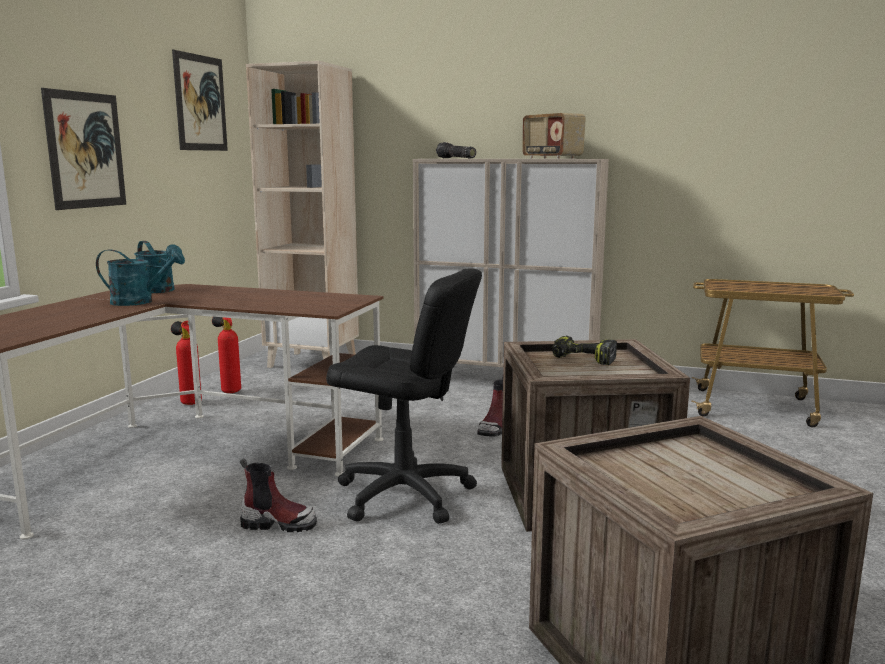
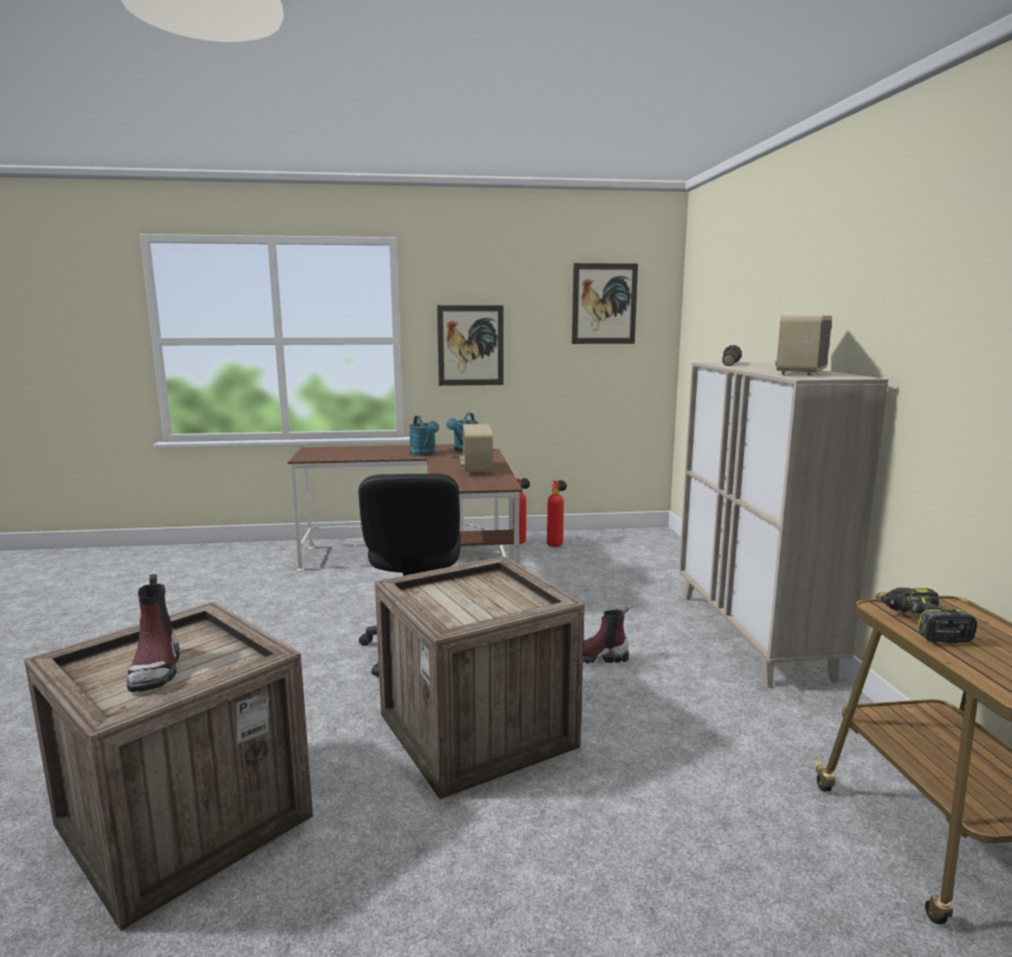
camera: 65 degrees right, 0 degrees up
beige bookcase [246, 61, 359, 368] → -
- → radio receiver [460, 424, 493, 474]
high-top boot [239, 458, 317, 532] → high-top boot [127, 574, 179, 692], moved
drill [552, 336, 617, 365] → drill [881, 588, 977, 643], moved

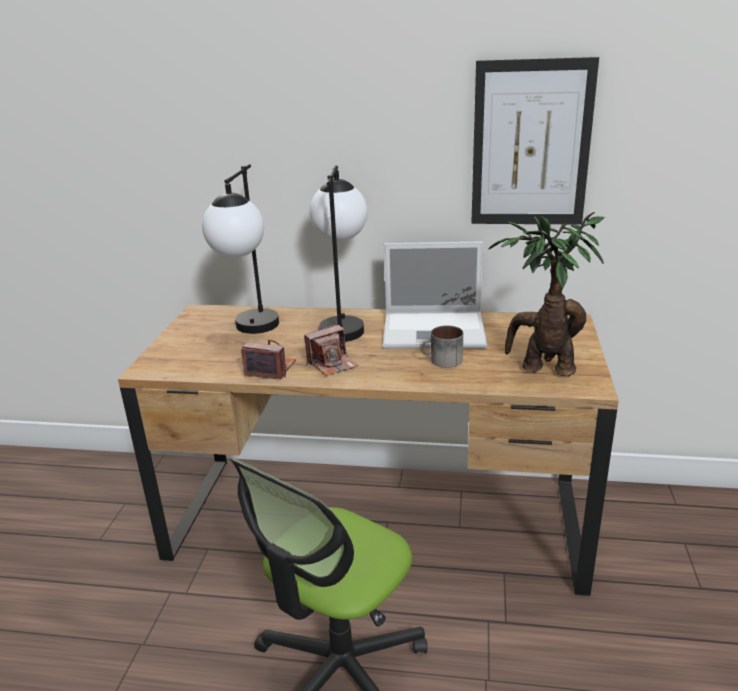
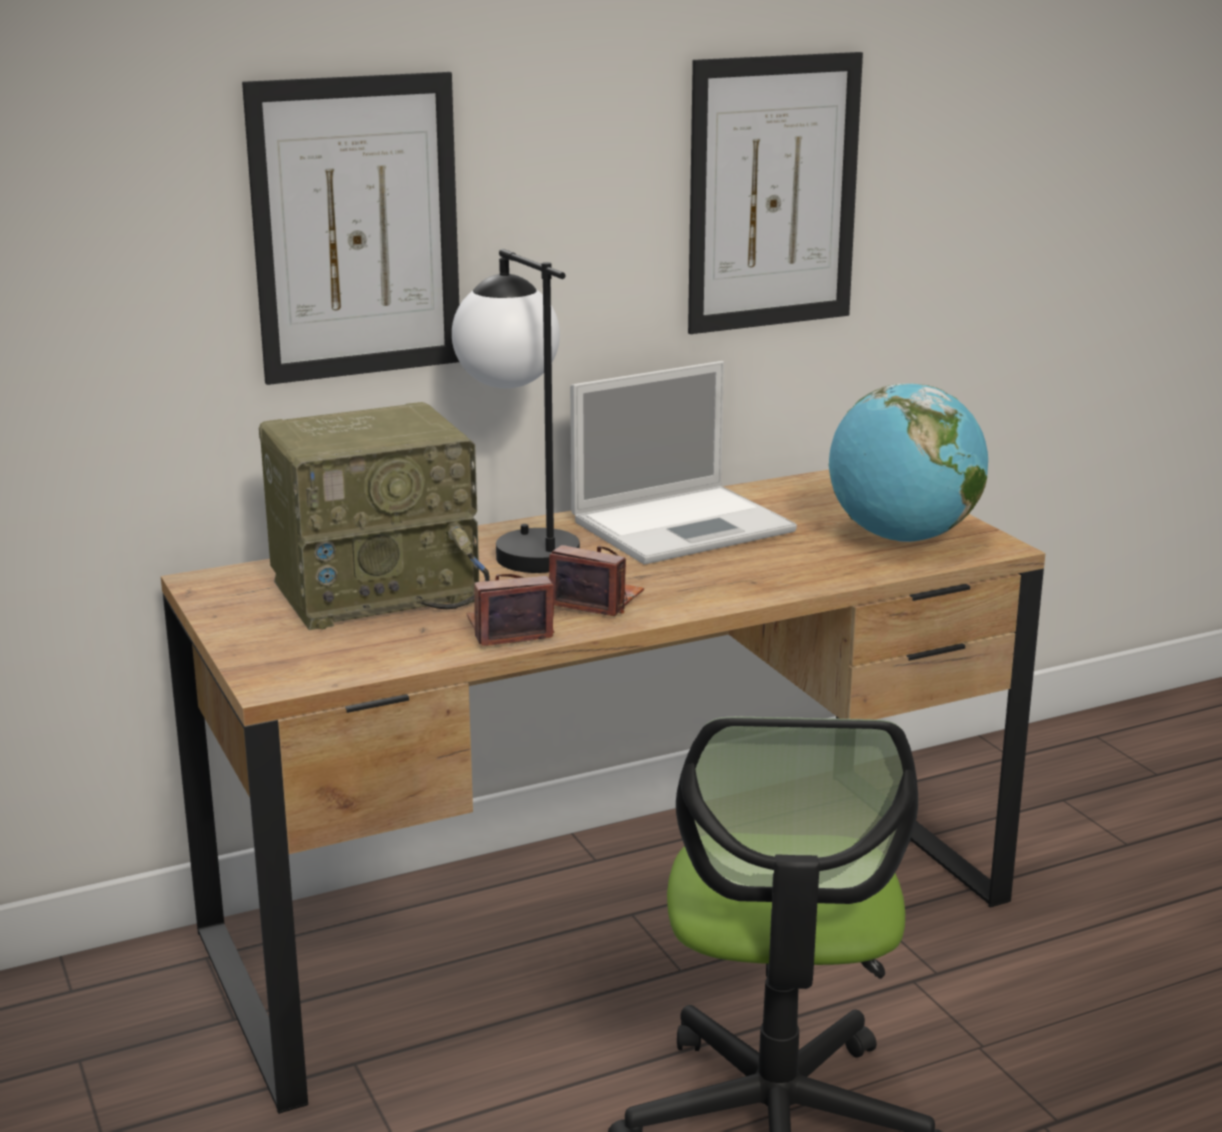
camera: 35 degrees left, 5 degrees down
mug [421, 326, 463, 368] → -
- → wall art [242, 72, 459, 385]
tabletop lamp [202, 164, 279, 334] → radio receiver [259, 402, 490, 630]
houseplant [489, 212, 605, 376] → desk globe [829, 383, 988, 542]
photo camera [304, 324, 358, 376] → photo camera [549, 545, 644, 616], 90 degrees counterclockwise

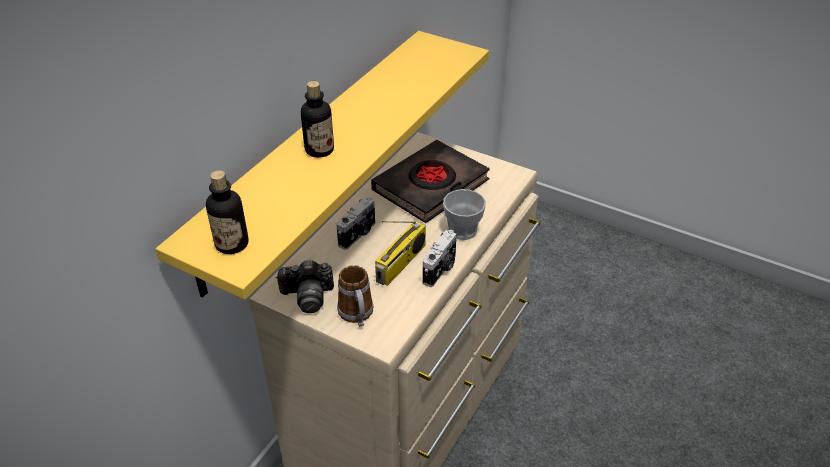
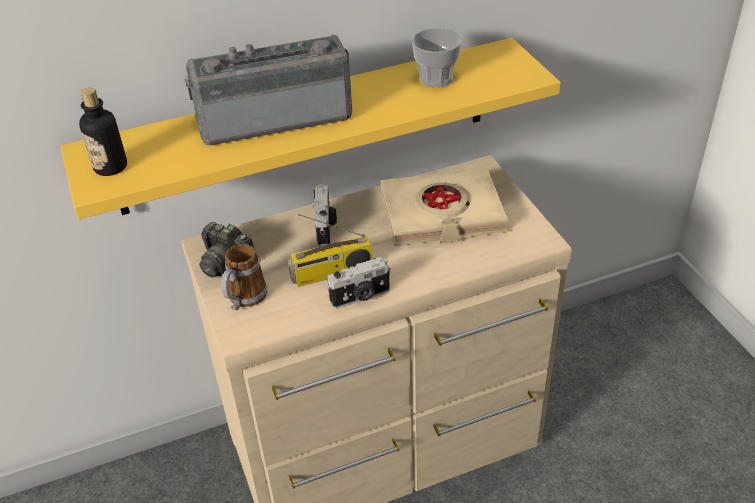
camera: 40 degrees right, 0 degrees up
small cup [443, 189, 486, 240] → small cup [412, 28, 462, 88], moved
beverage bottle [301, 81, 334, 158] → radio receiver [185, 34, 352, 145]
black book [371, 140, 490, 223] → beige book [381, 168, 508, 246]
photo camera [336, 197, 375, 250] → photo camera [312, 184, 337, 247], 75 degrees counterclockwise

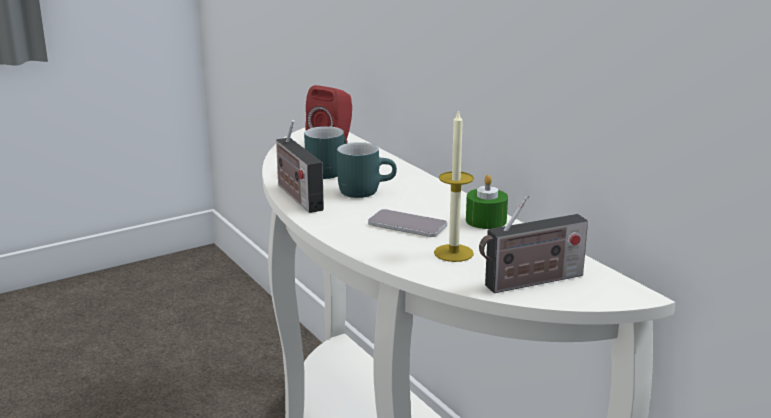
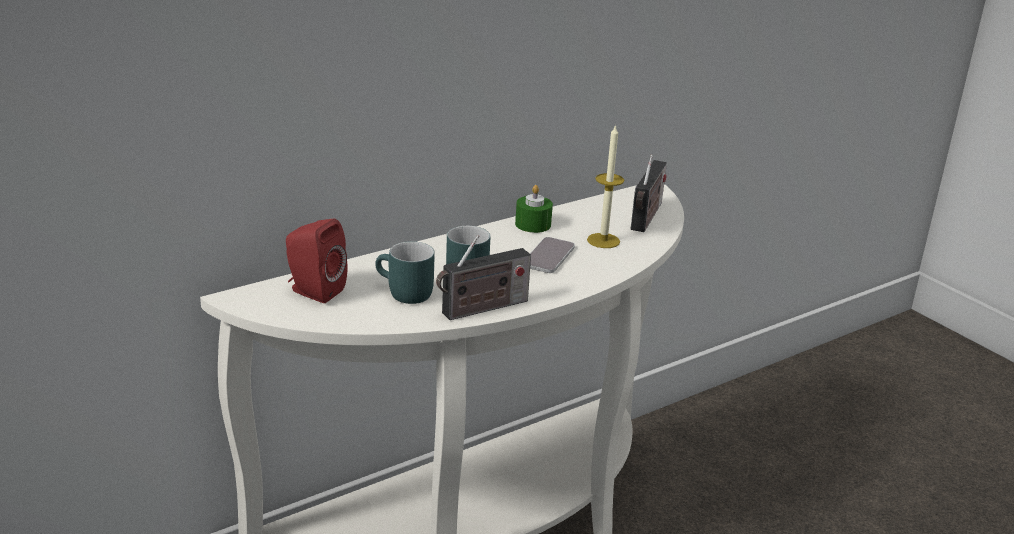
camera: 95 degrees left, 5 degrees up
radio receiver [479, 195, 588, 293] → radio receiver [631, 155, 667, 232], 45 degrees clockwise

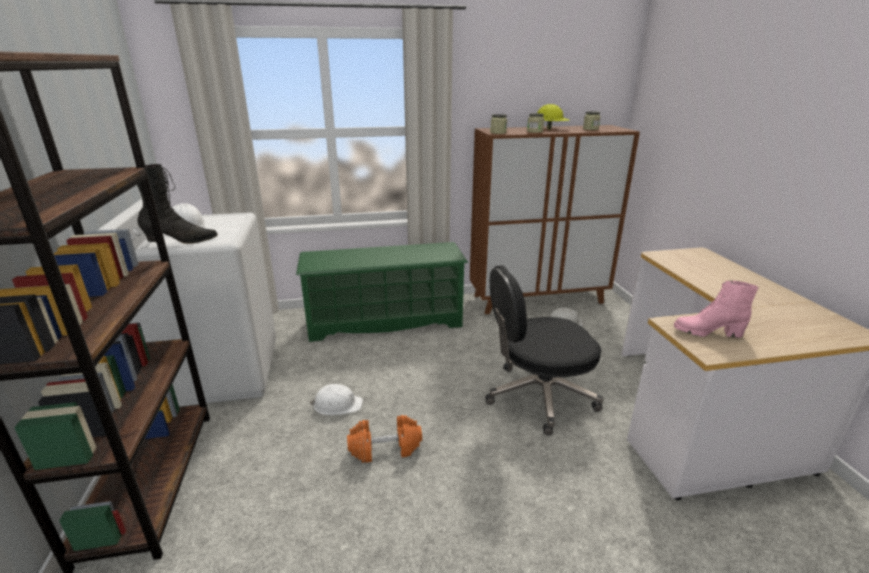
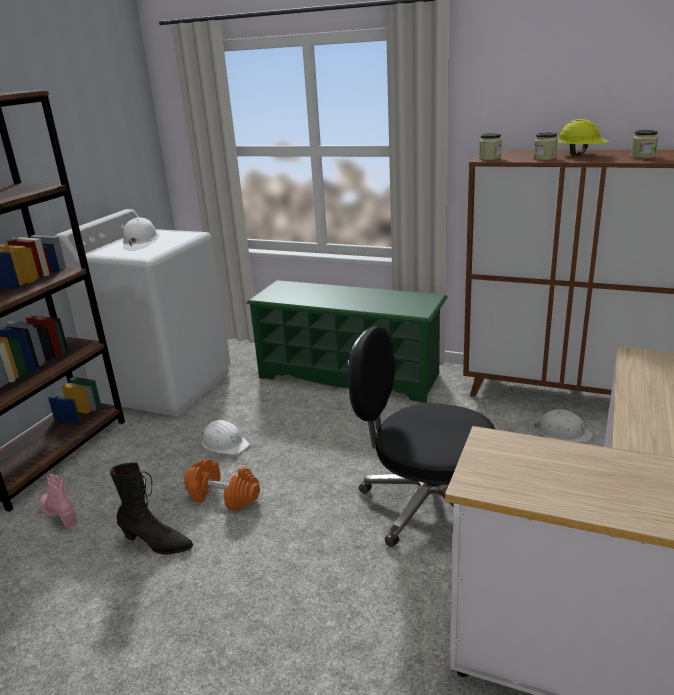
camera: 35 degrees right, 0 degrees up
black high-top boot [137, 164, 218, 244] → black high-top boot [110, 462, 193, 555], moved
pink high-top boot [674, 281, 759, 338] → pink high-top boot [40, 474, 77, 528], moved

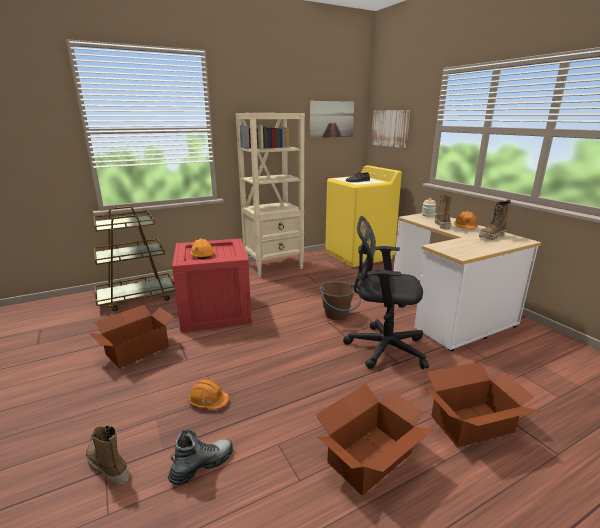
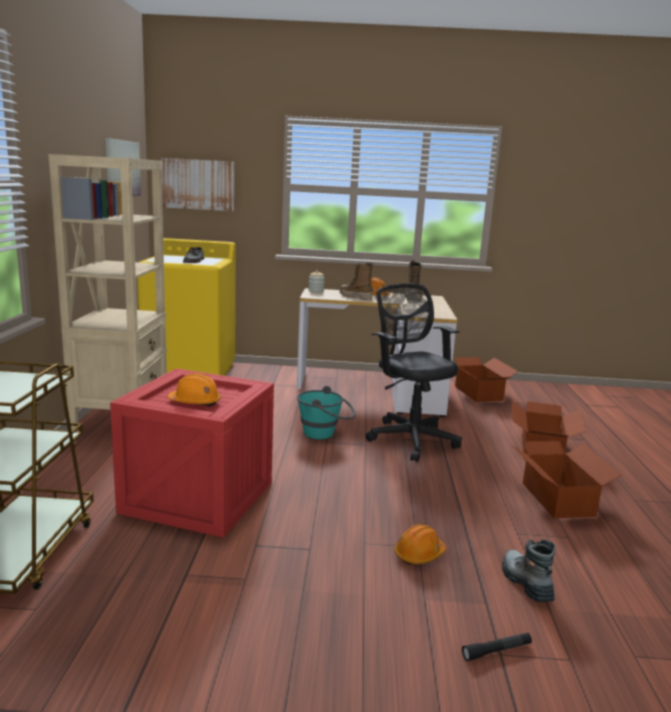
camera: 60 degrees left, 5 degrees down
carton [89, 305, 174, 368] → carton [455, 357, 518, 402], moved
high-top boot [86, 426, 130, 485] → black flashlight [462, 632, 532, 661]
brown bucket [320, 282, 361, 320] → blue-green bucket [297, 386, 356, 439]
black desk chair [343, 216, 429, 369] → black desk chair [366, 283, 462, 462], 105 degrees clockwise

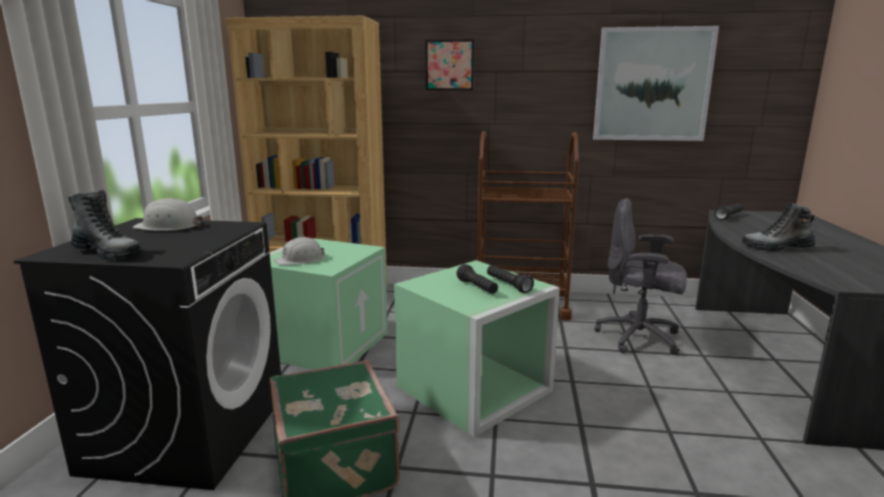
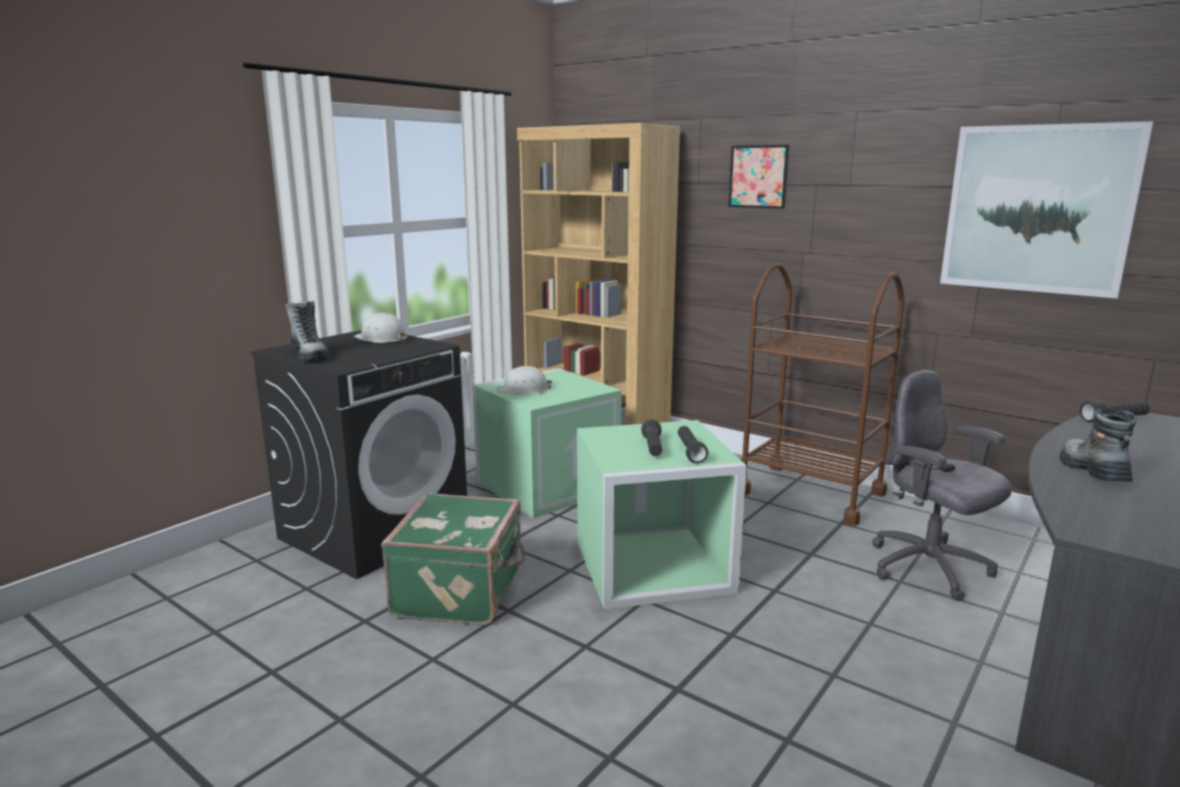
camera: 30 degrees right, 0 degrees up
high-top boot [742, 202, 816, 251] → high-top boot [1059, 409, 1137, 482], 60 degrees clockwise

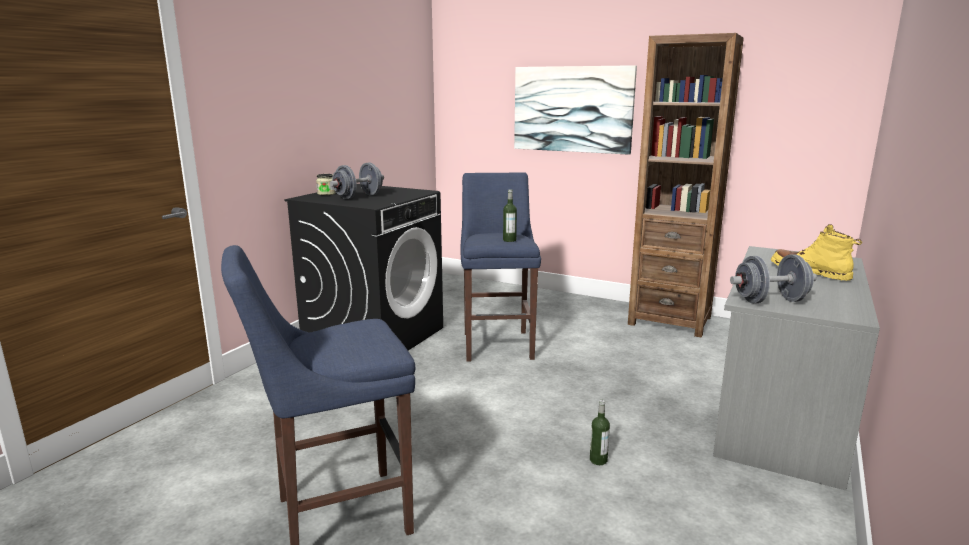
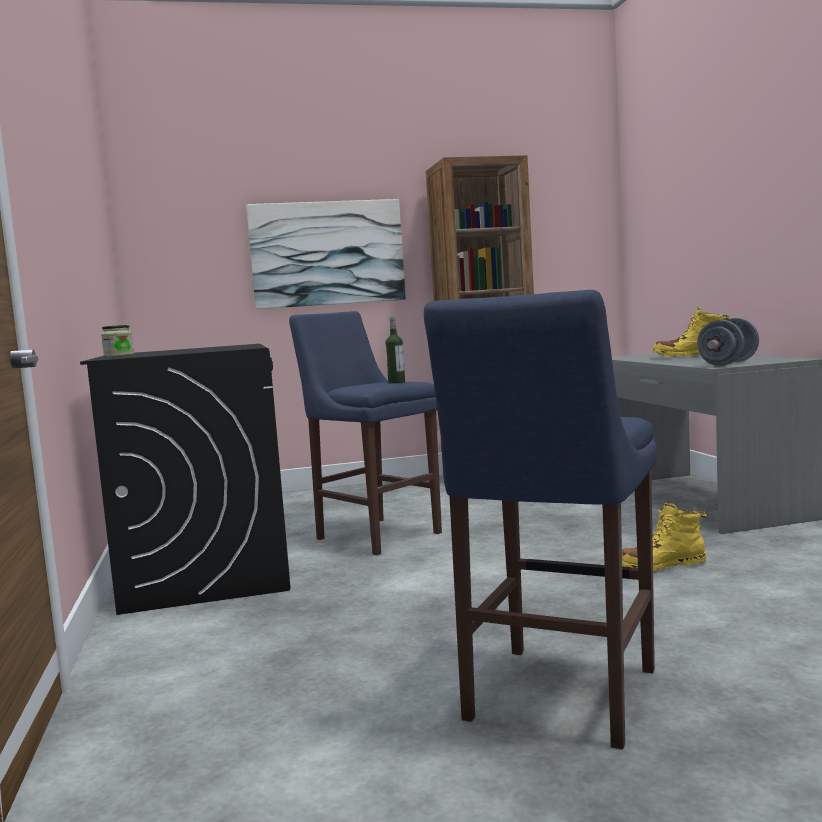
camera: 40 degrees left, 10 degrees down
gray free weight [330, 163, 384, 199] → -
beverage bottle [590, 400, 610, 465] → yellowish high-top boot [622, 502, 707, 571]

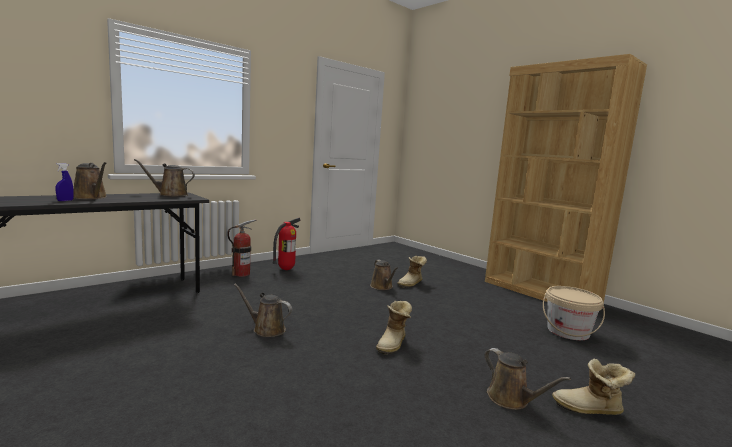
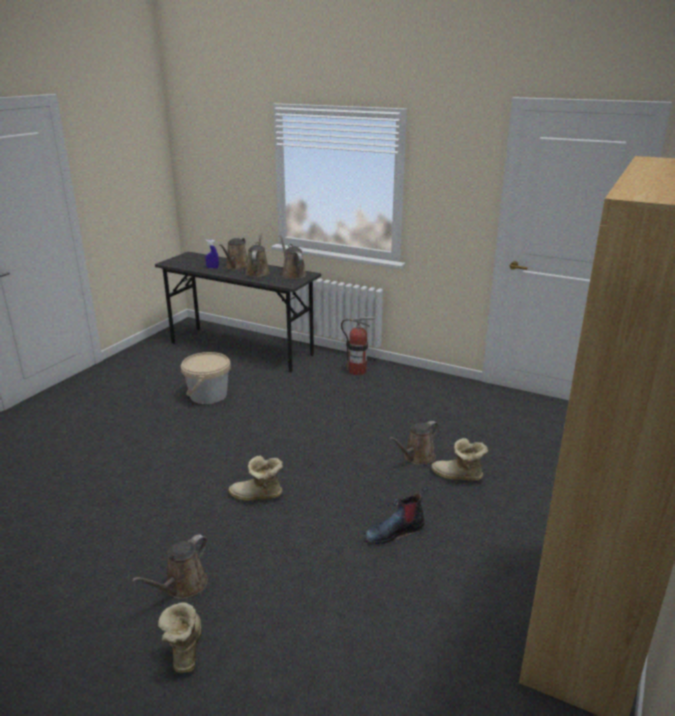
camera: 70 degrees right, 15 degrees up
fire extinguisher [272, 218, 301, 270] → -
- → high-top boot [365, 487, 428, 544]
brown sprinkling can [234, 284, 292, 337] → brown sprinkling can [245, 233, 270, 277], moved
beige bucket [543, 286, 605, 340] → beige bucket [181, 352, 231, 404], moved

